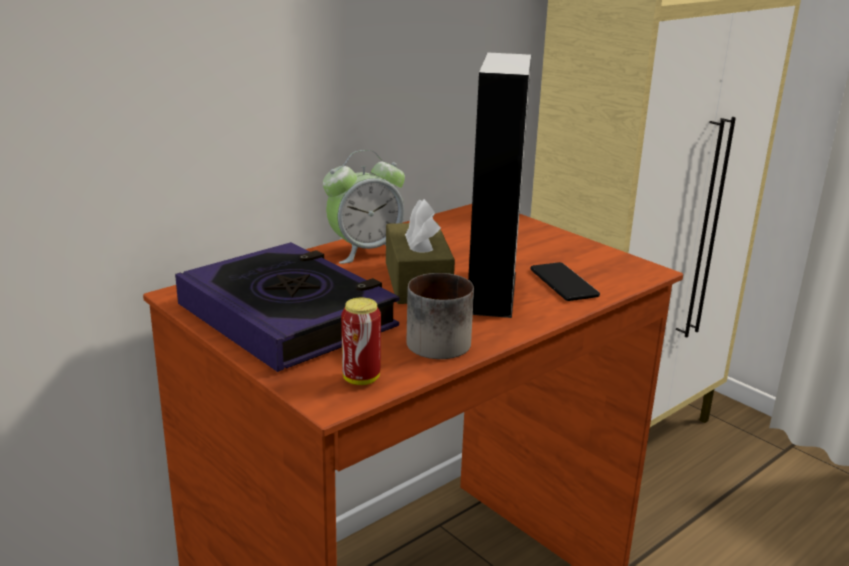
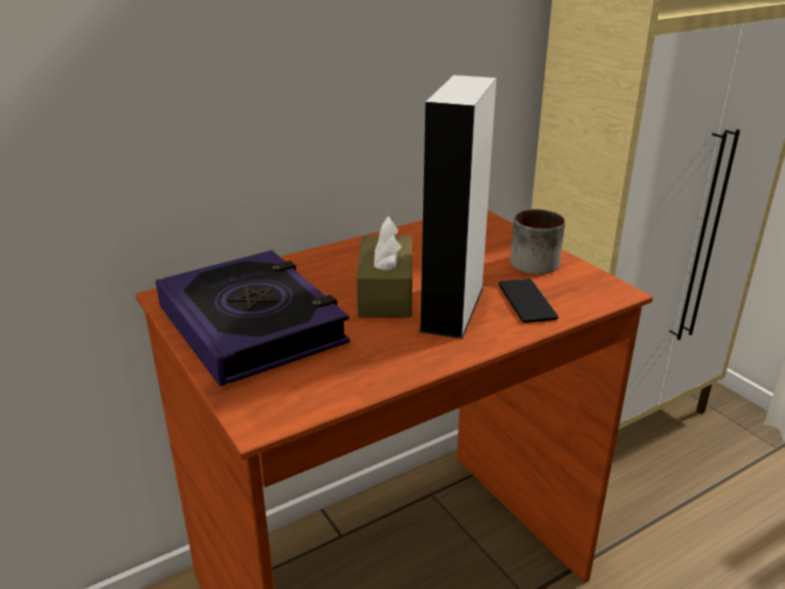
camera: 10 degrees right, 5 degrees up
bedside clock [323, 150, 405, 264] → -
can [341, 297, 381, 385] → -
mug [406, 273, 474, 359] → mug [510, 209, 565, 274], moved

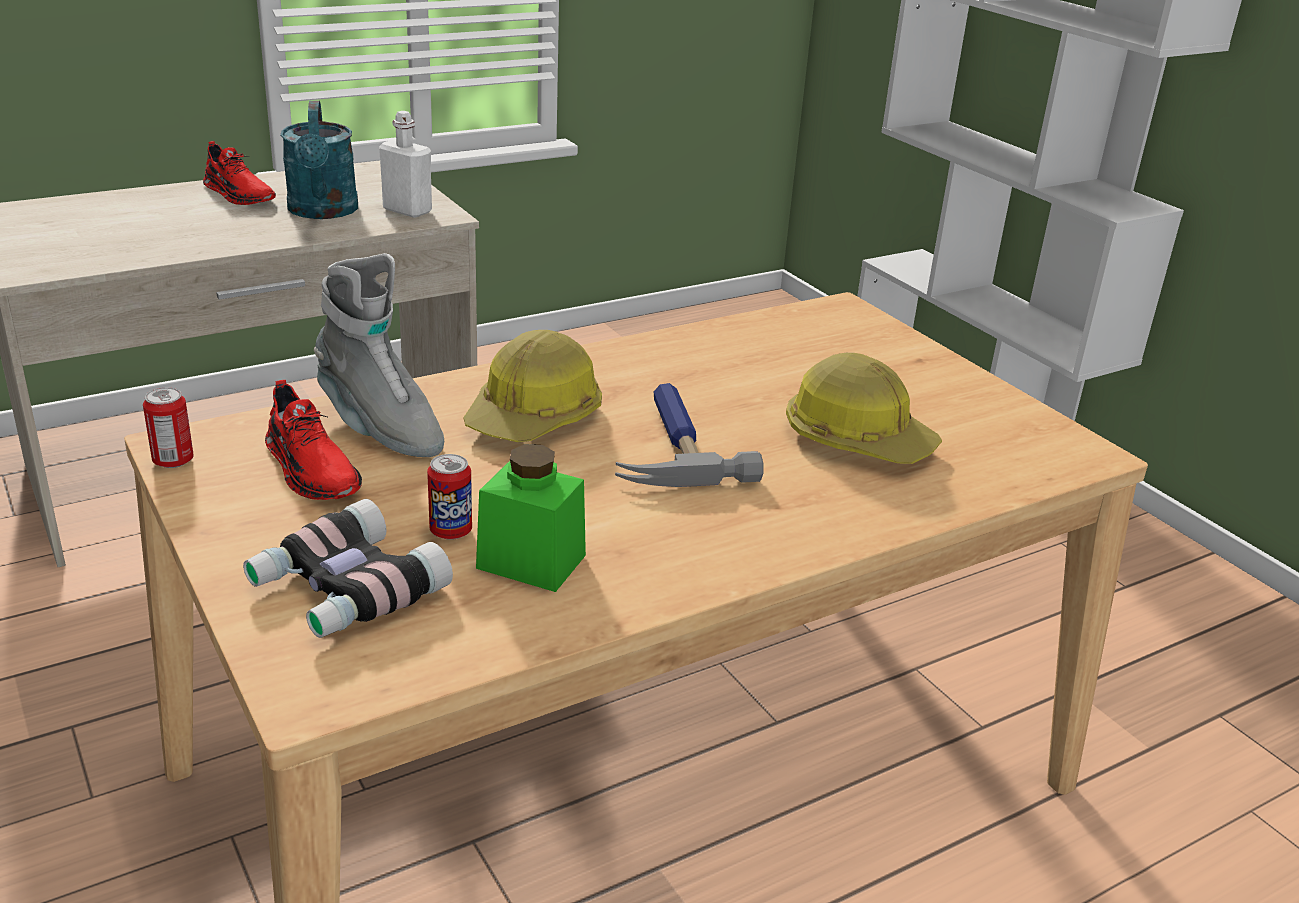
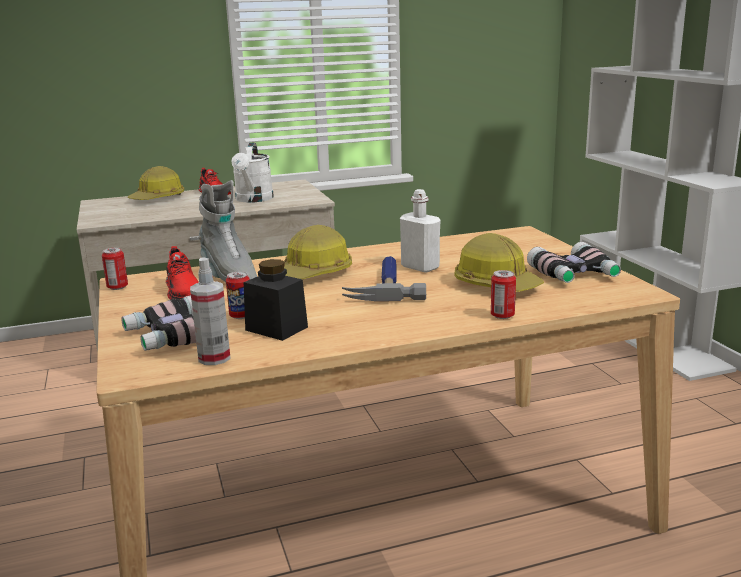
camera: 15 degrees right, 10 degrees down
- → safety helmet [127, 166, 184, 200]
- → hand sprayer [190, 257, 231, 365]
- → can [491, 270, 516, 319]
- → field glasses [527, 242, 621, 283]
white beverage bottle [379, 111, 432, 218] → white beverage bottle [400, 189, 441, 273], moved
blue-green sprinkling can [280, 101, 358, 219] → white sprinkling can [231, 143, 274, 203]
greenish preserve jar [476, 444, 586, 592] → black preserve jar [244, 259, 308, 341]

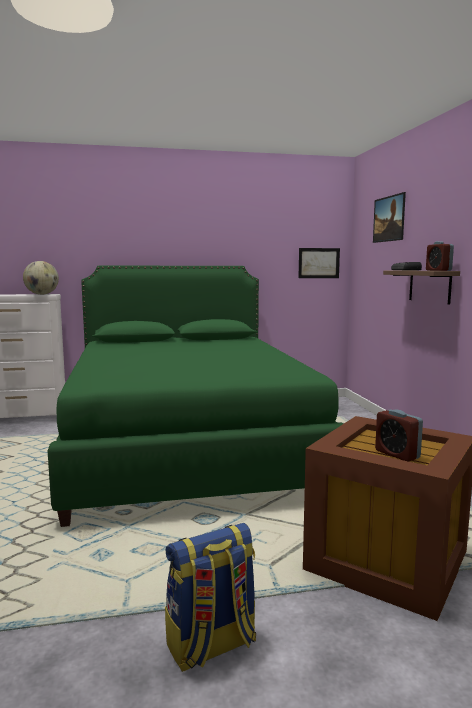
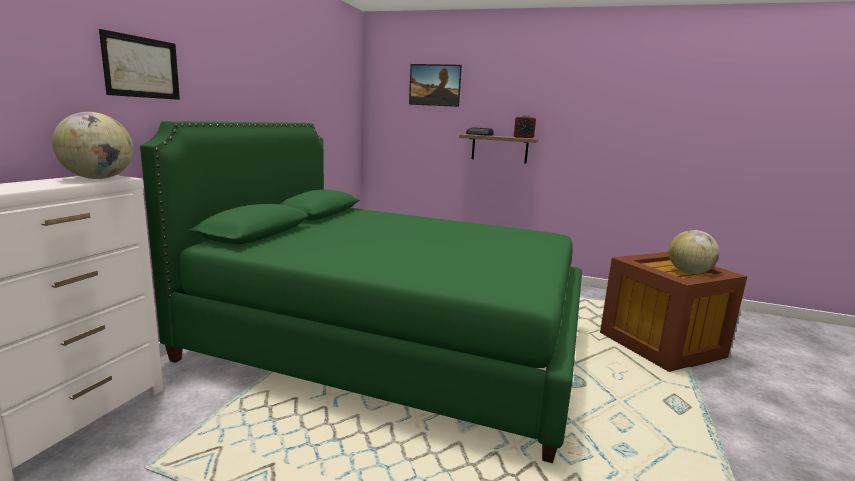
camera: 60 degrees left, 5 degrees up
rucksack [165, 523, 256, 672] → -
wall art [299, 248, 340, 278] → wall art [99, 29, 180, 100], moved
bedside clock [375, 409, 423, 462] → desk globe [669, 230, 720, 274]

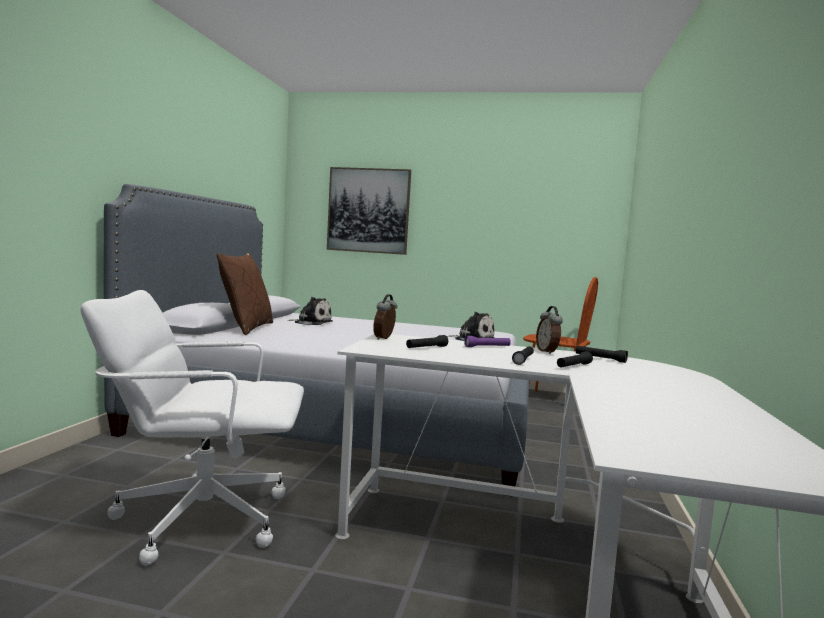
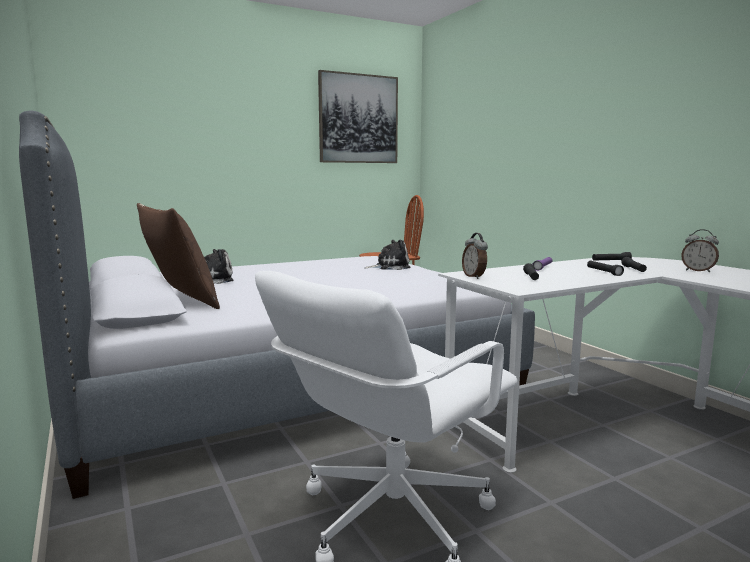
camera: 40 degrees left, 5 degrees up
wall art [327, 167, 411, 255] → wall art [318, 70, 398, 163], moved
bedside clock [536, 306, 563, 354] → bedside clock [681, 229, 719, 272], moved

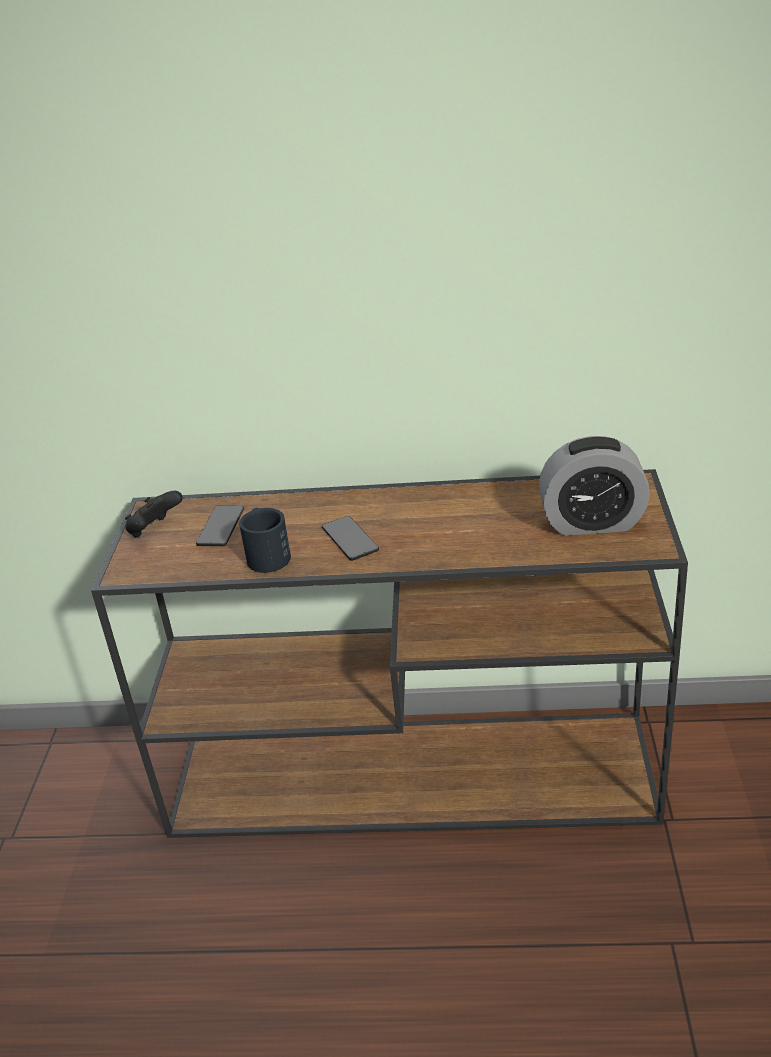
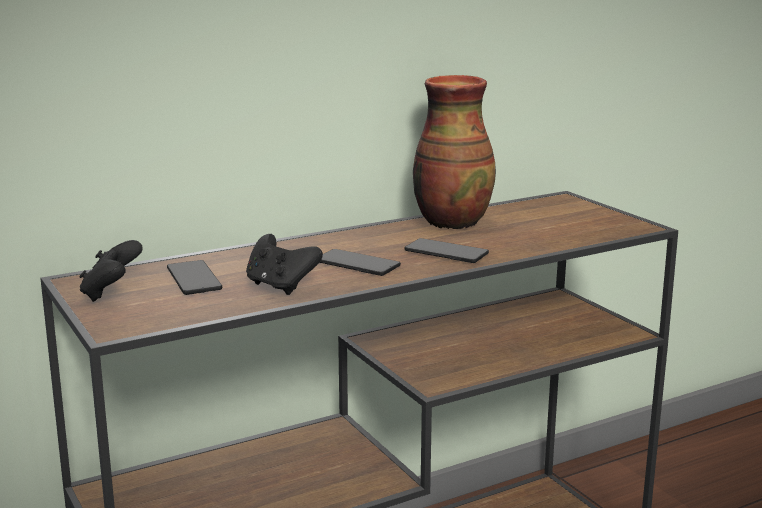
camera: 35 degrees left, 15 degrees down
bedside clock [539, 436, 650, 536] → -
- → handset [404, 238, 489, 263]
- → decorative vase [413, 75, 496, 229]
black mug [239, 508, 291, 573] → black joypad [246, 234, 323, 295]

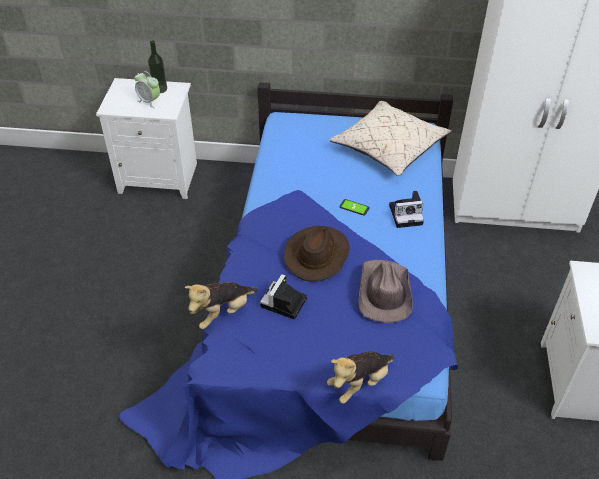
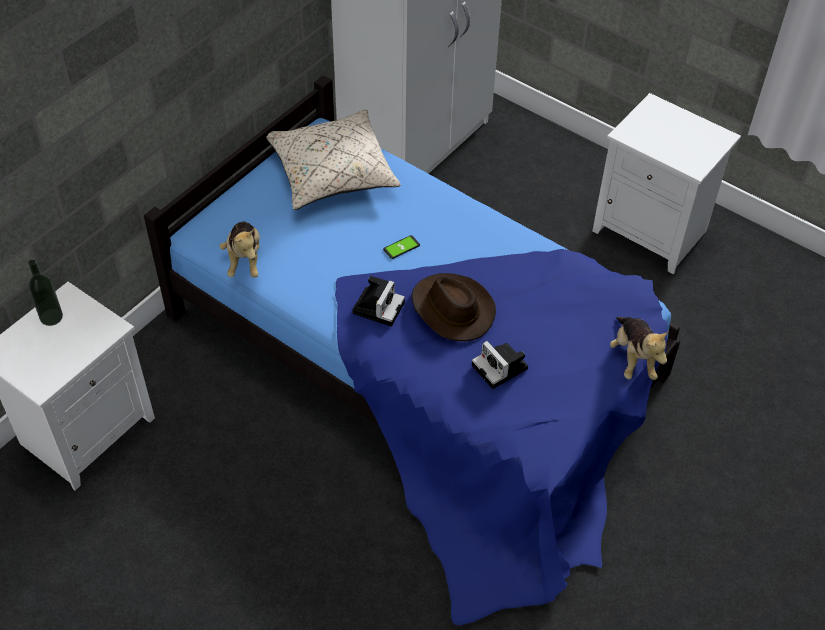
camera: 60 degrees left, 5 degrees up
bedside clock [135, 71, 160, 108] → -
brown clothing hat [358, 260, 413, 323] → -
soft toy [185, 282, 258, 329] → soft toy [219, 222, 260, 278], moved
photo camera [389, 191, 424, 228] → photo camera [352, 276, 405, 327], moved

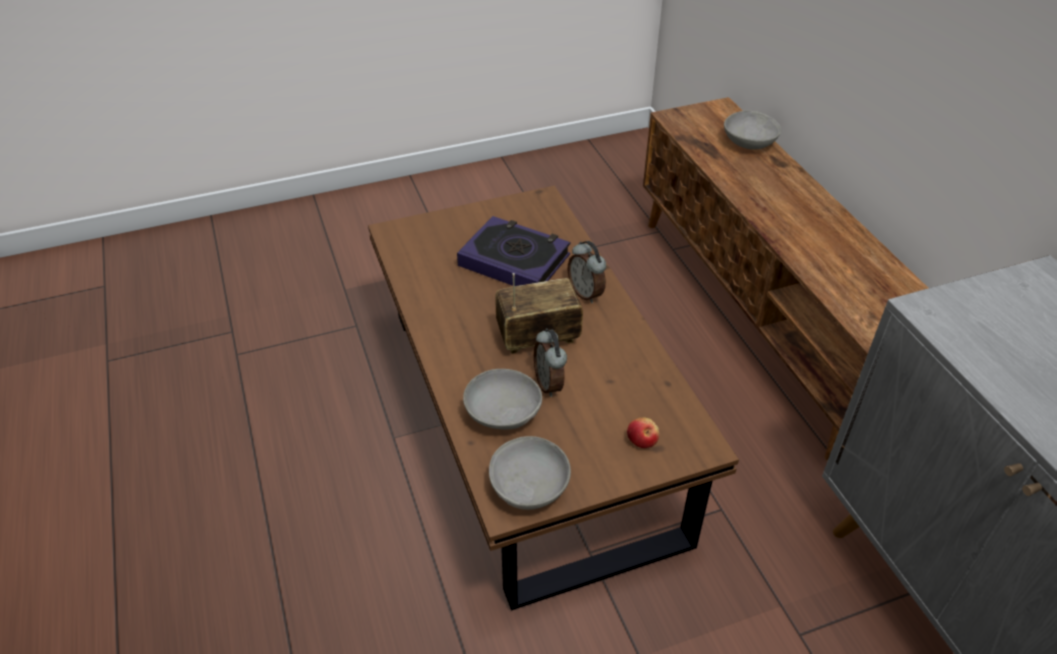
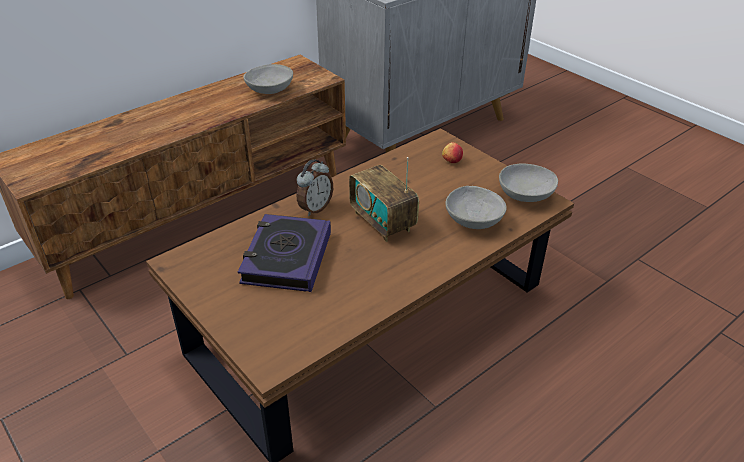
camera: 110 degrees left, 5 degrees down
bedside clock [534, 328, 567, 397] → -
gray deep dish [724, 110, 781, 149] → gray deep dish [243, 64, 293, 94], moved

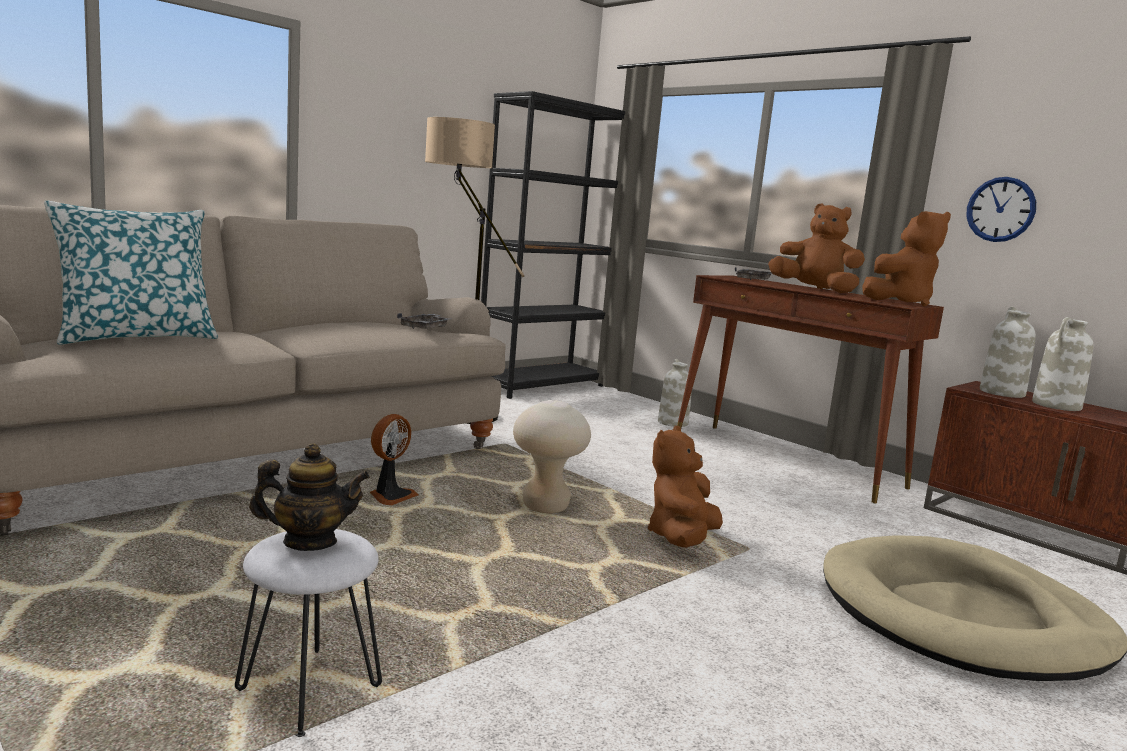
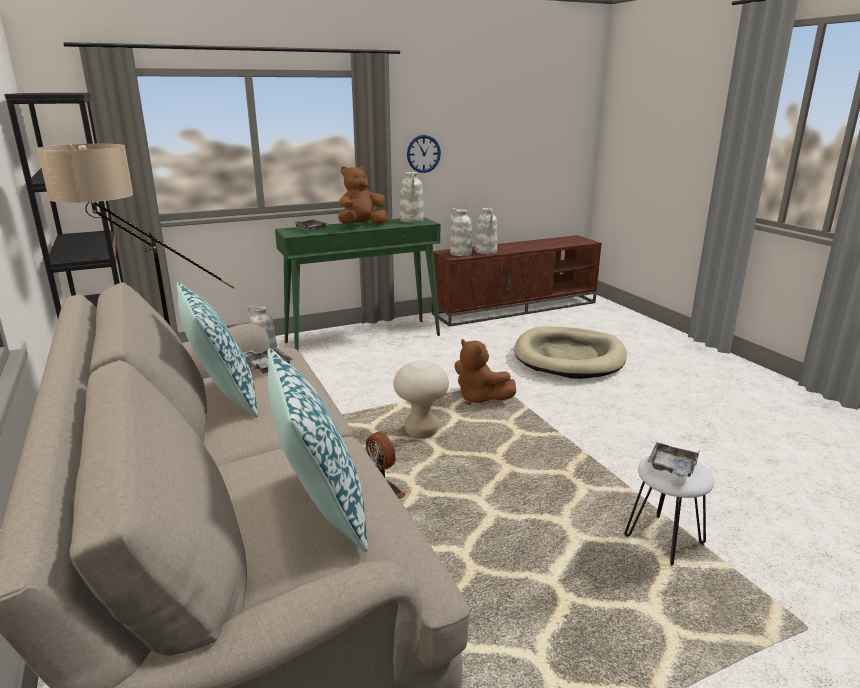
camera: 70 degrees left, 10 degrees up
- → throw pillow [177, 282, 258, 417]
teapot [249, 443, 370, 551] → gray tray [648, 442, 700, 479]
brown soft toy [862, 211, 951, 307] → white decorative vase [400, 172, 424, 223]
brown console table [677, 275, 944, 503] → greenish console table [275, 217, 440, 351]

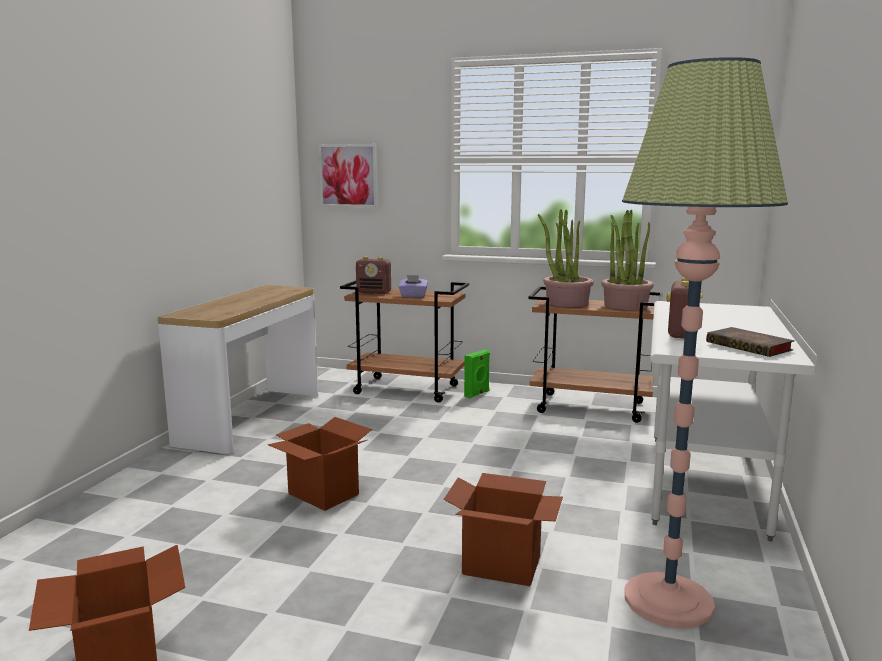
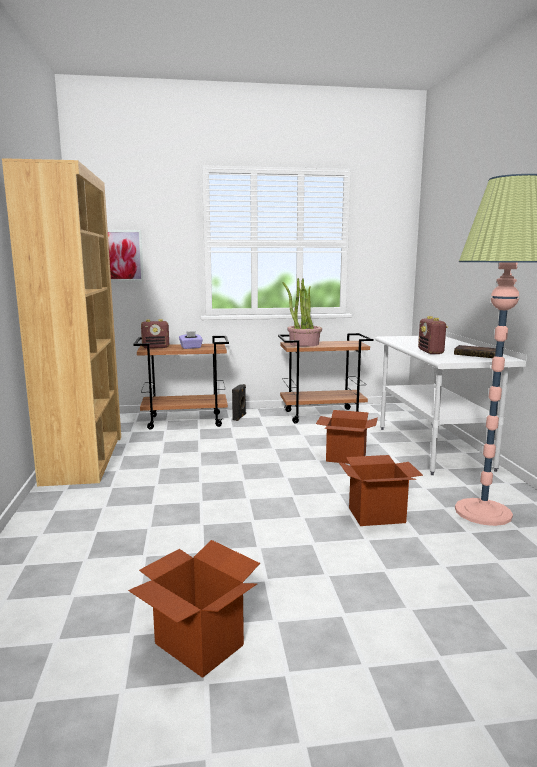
camera: 25 degrees left, 0 degrees up
houseplant [601, 210, 654, 310] → -
carton [268, 417, 372, 511] → carton [316, 410, 378, 464], moved
console table [158, 285, 318, 454] → brown bookcase [2, 158, 121, 487]
greenish loudspeaker [464, 350, 490, 398] → black loudspeaker [232, 384, 246, 421]

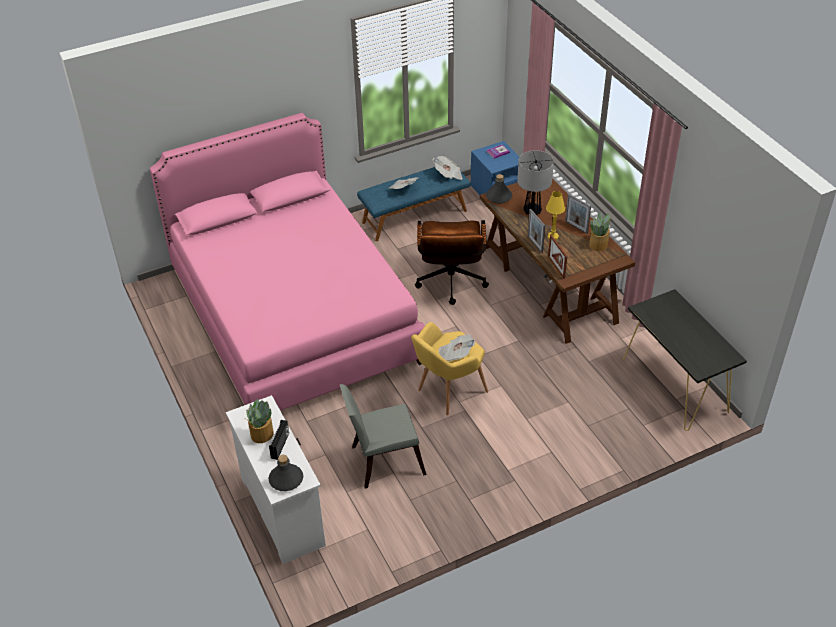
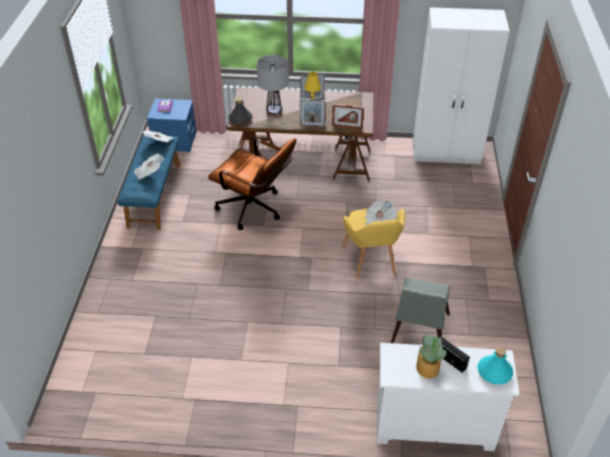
camera: 60 degrees left, 0 degrees up
pink sleeping bed [150, 113, 425, 411] → -
houseplant [589, 212, 611, 251] → -
black console table [623, 289, 747, 431] → white armoire [413, 7, 510, 165]
gray beverage bottle [268, 455, 303, 491] → blue-green beverage bottle [478, 347, 513, 384]

